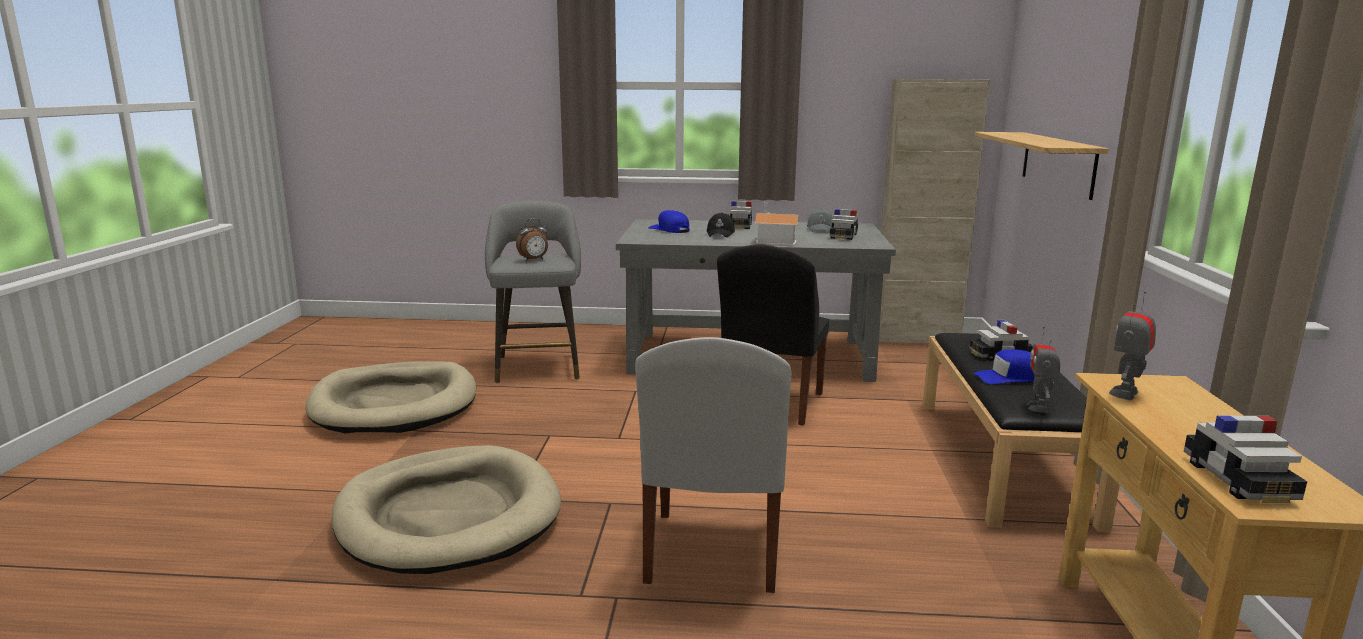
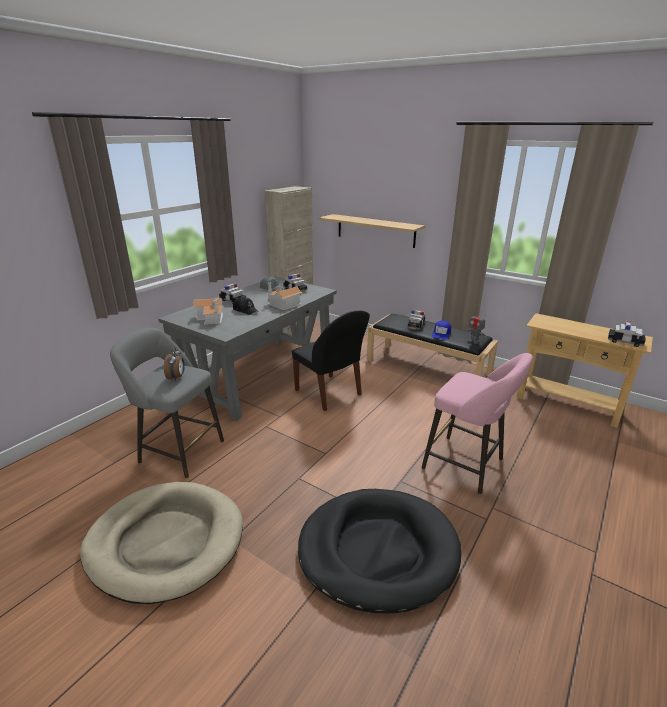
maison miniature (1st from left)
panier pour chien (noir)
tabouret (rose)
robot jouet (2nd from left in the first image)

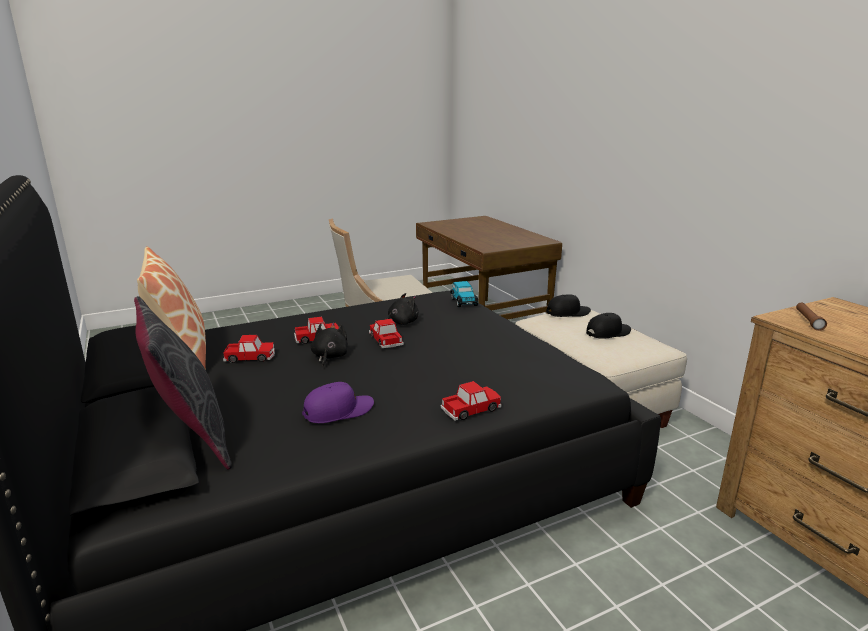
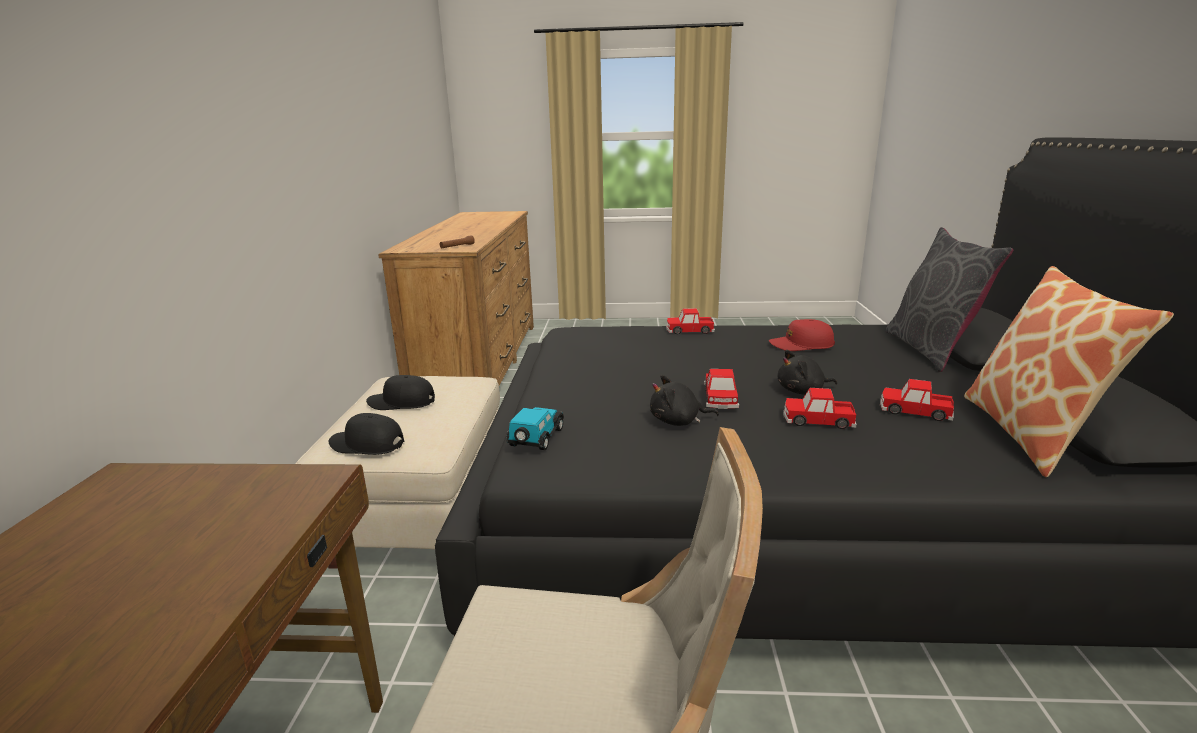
casquette (rouge)
peluche (noir) (2nd from left)

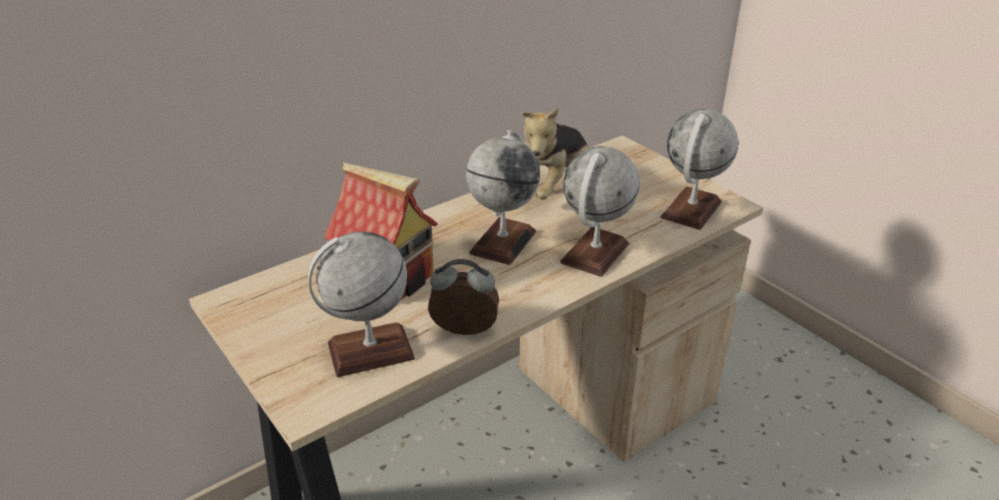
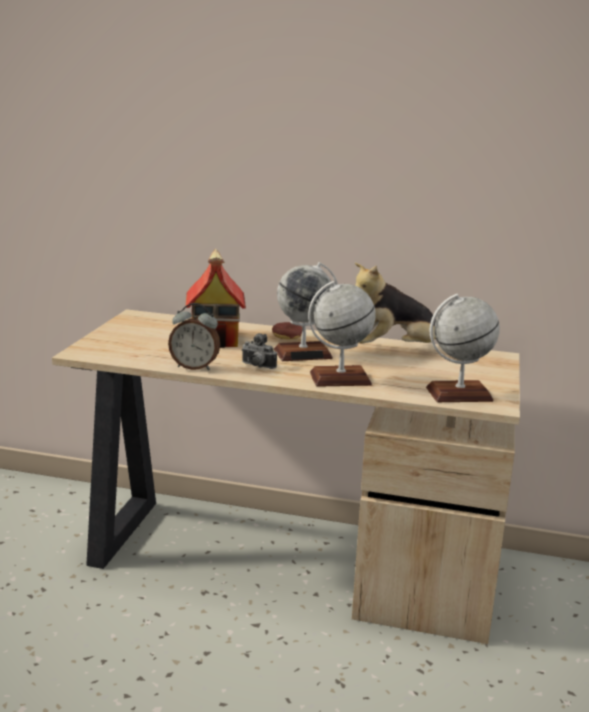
réveil
appareil photo
beignet
globe (1st from left in the first image)

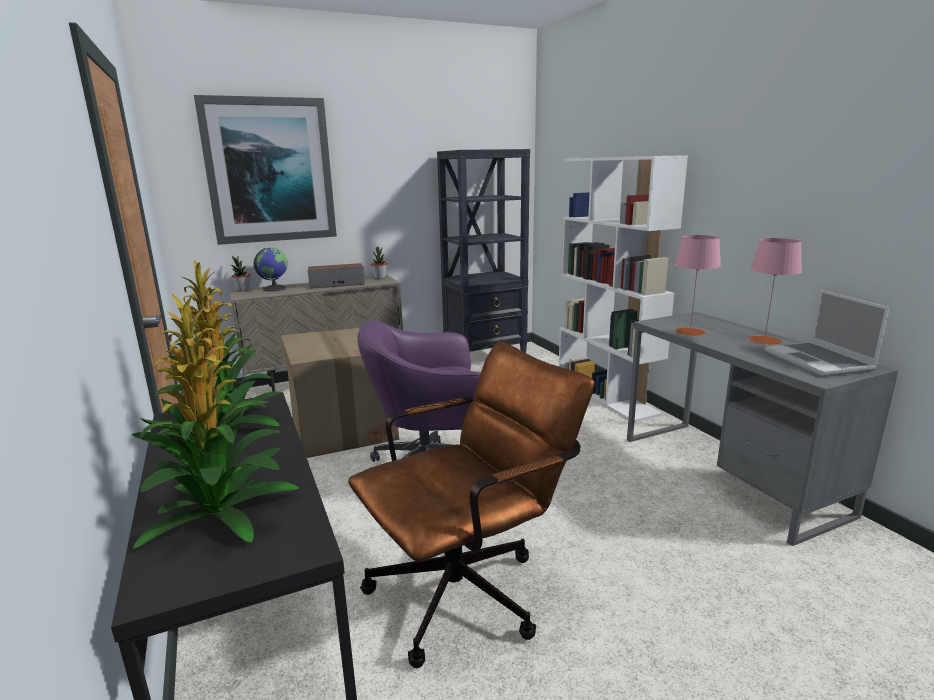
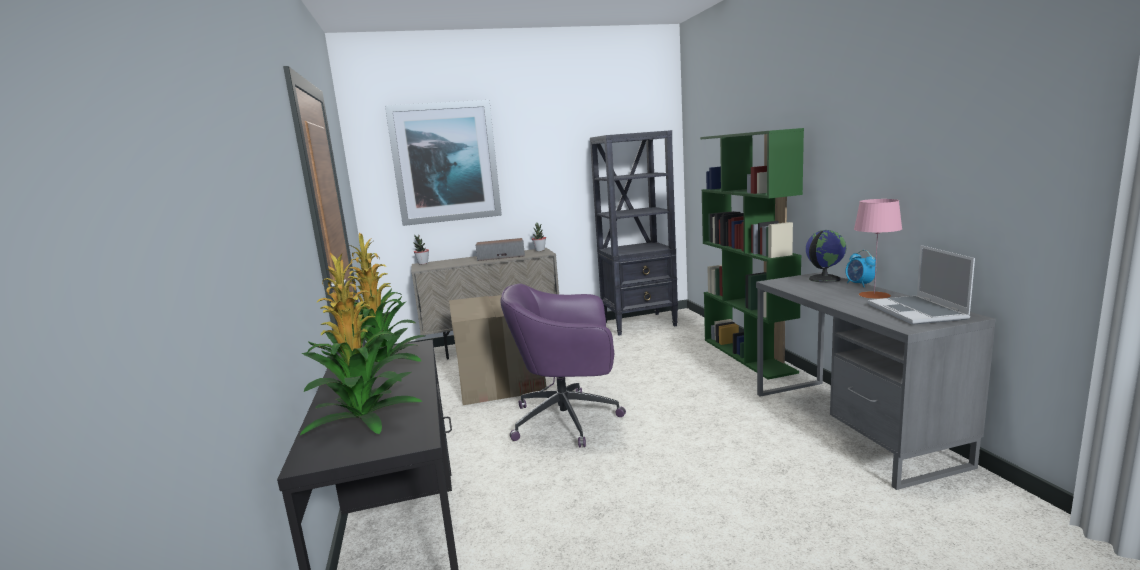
bibliothèque (vert)
globe
réveil
chaise de bureau (marron)
lampe de table (rose) (1st from left in the first image)

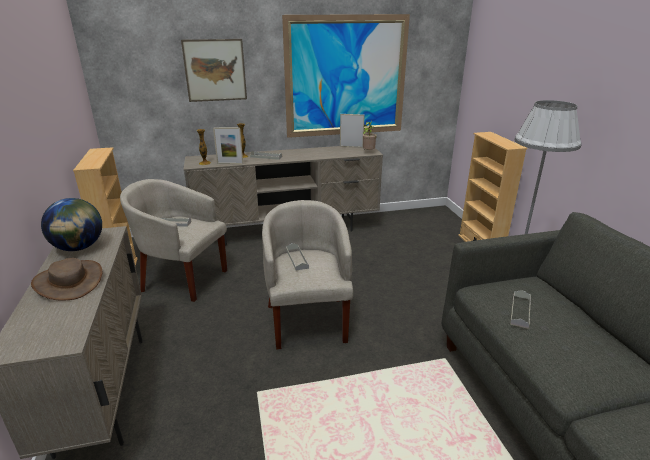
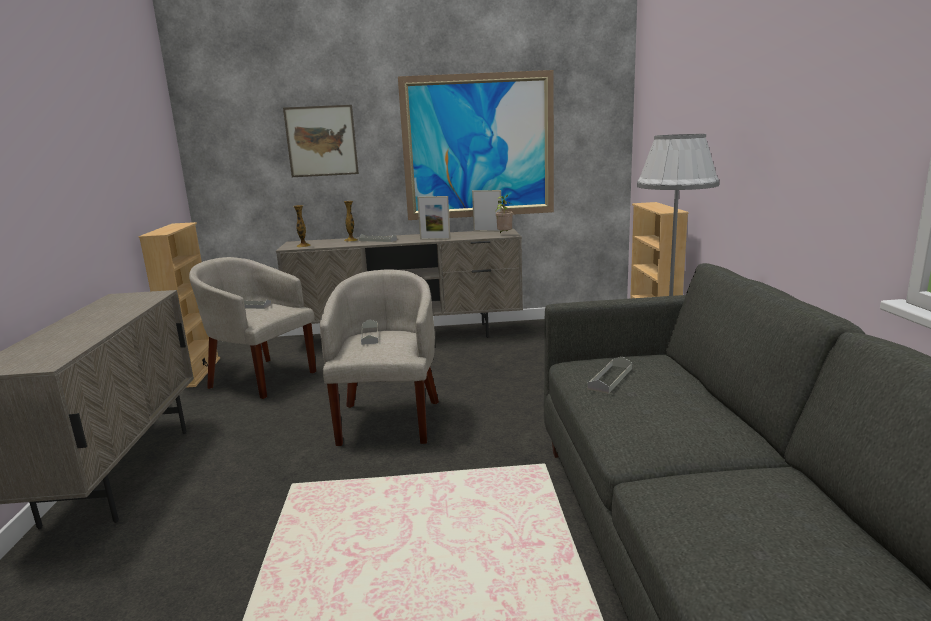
cadre photo (1st from left)
chapeau (marron)
globe

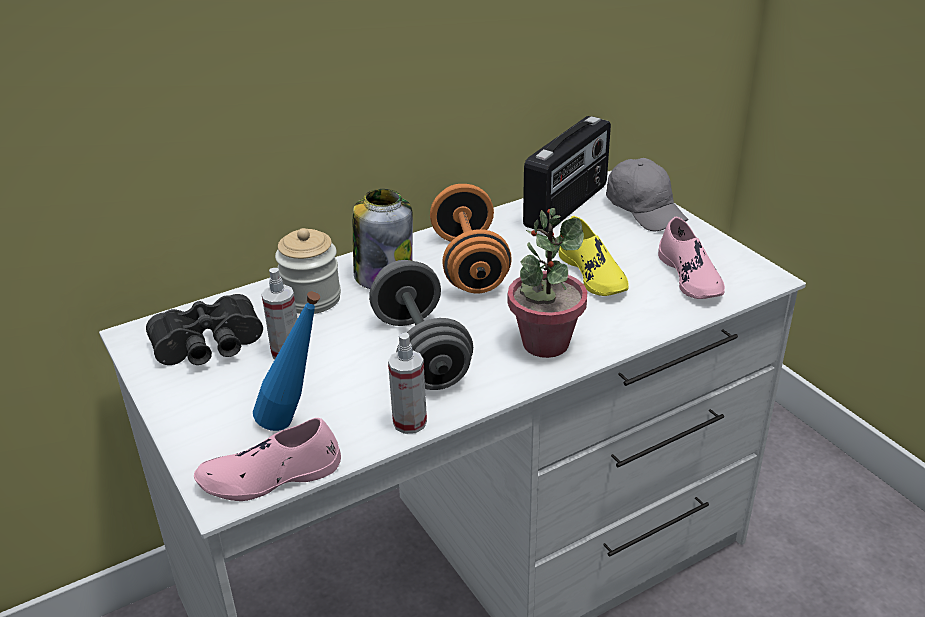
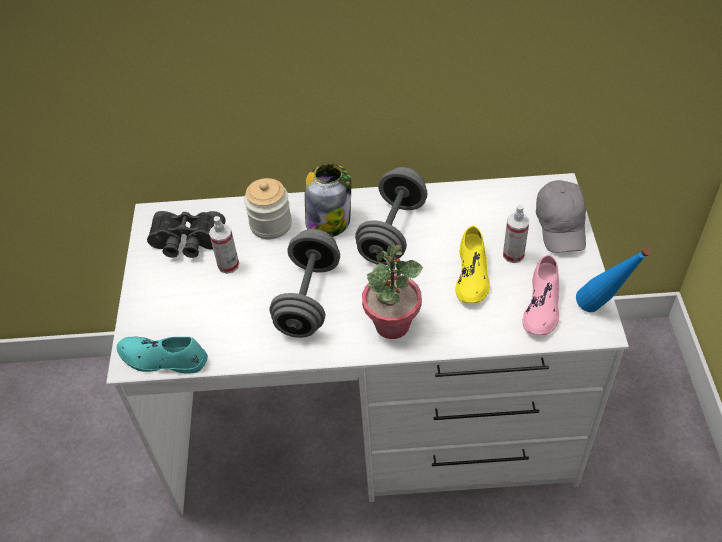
chaussure (turquoise)
haltère (gris) (2nd from left)
vaporisateur (2nd from left)
bouteille (bleu)
radio

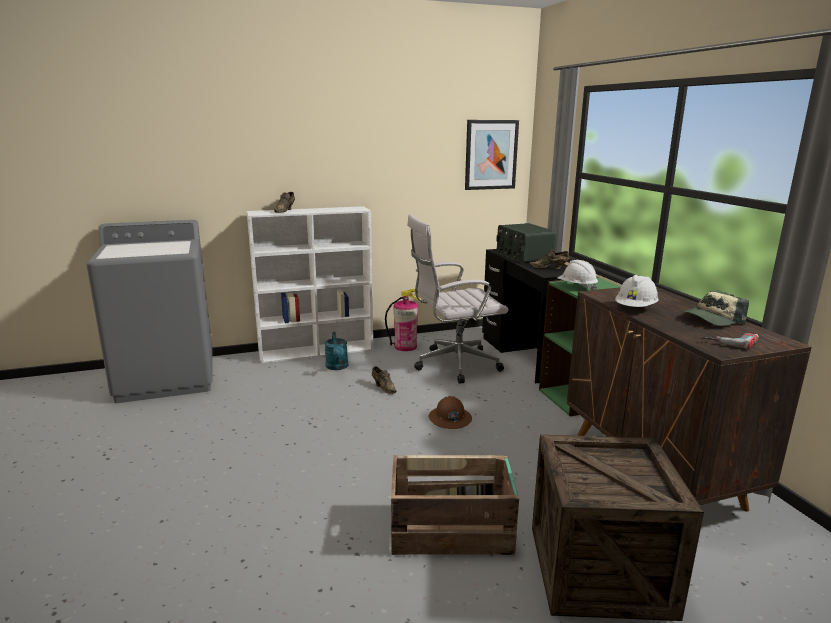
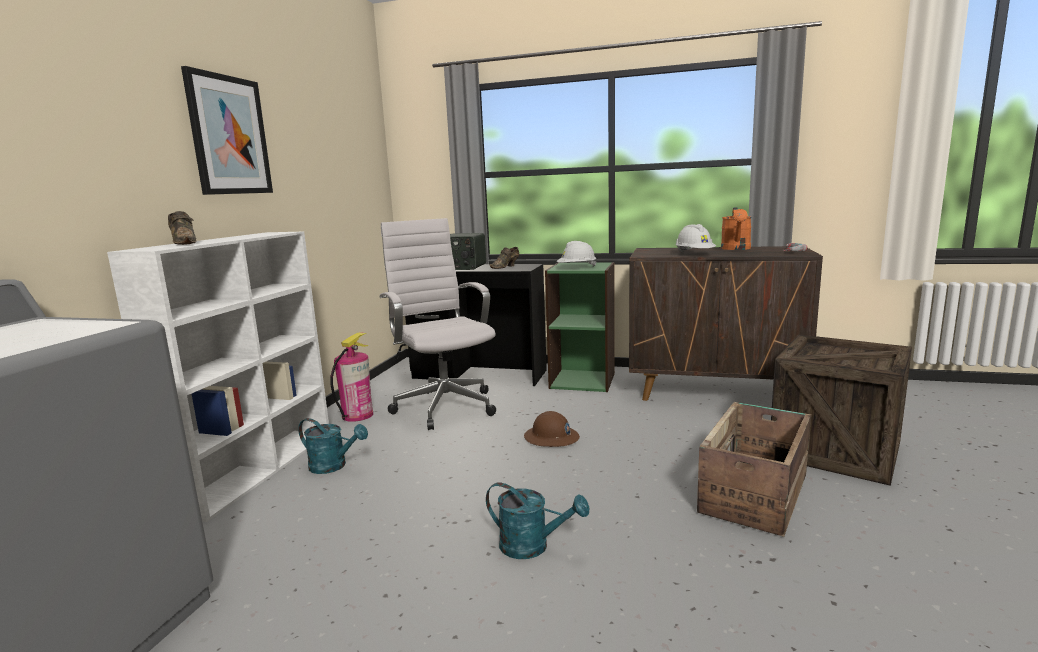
tableau
chaise de bureau (blanc)
arrosoir (turquoise) (2nd from left)
arrosoir (orange)
chaussure (marron) (2nd from left in the first image)

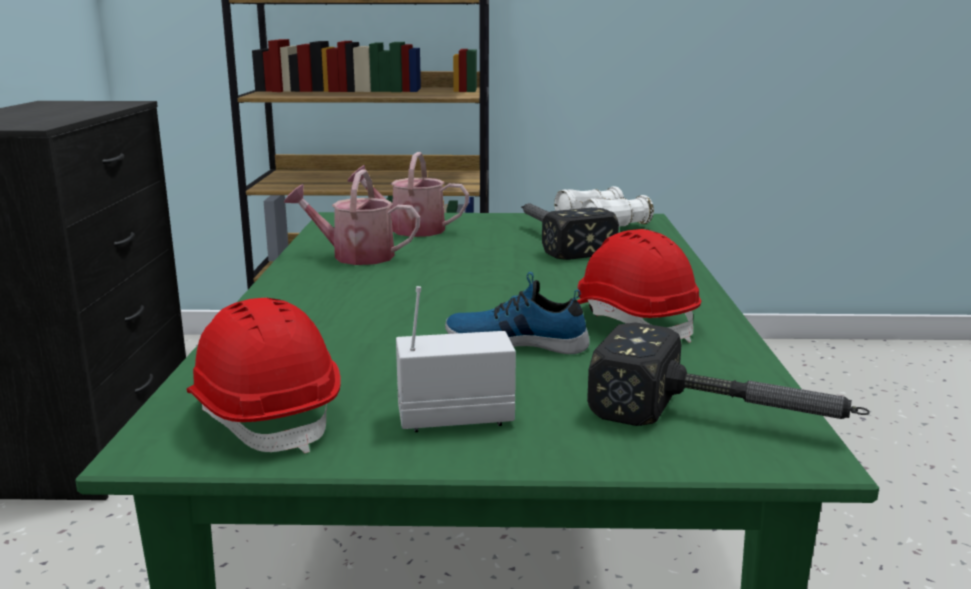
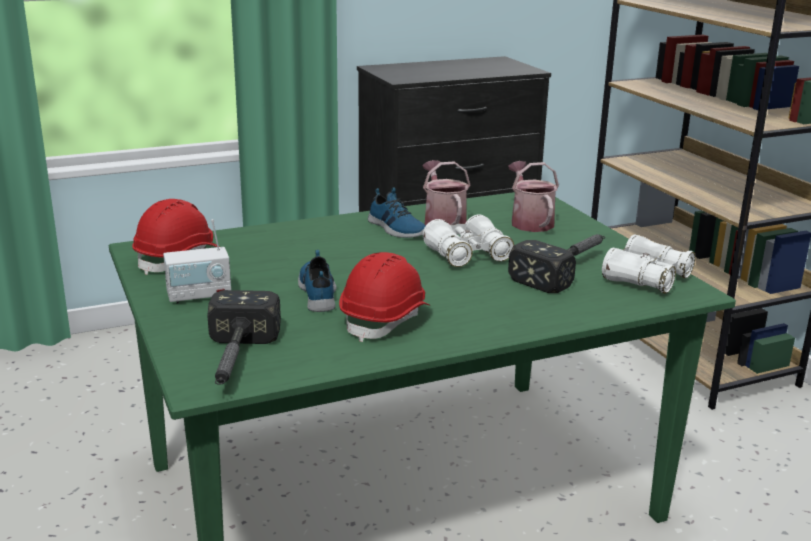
radio
chaussure (2nd from left)
jumelles (blanc) (1st from left)

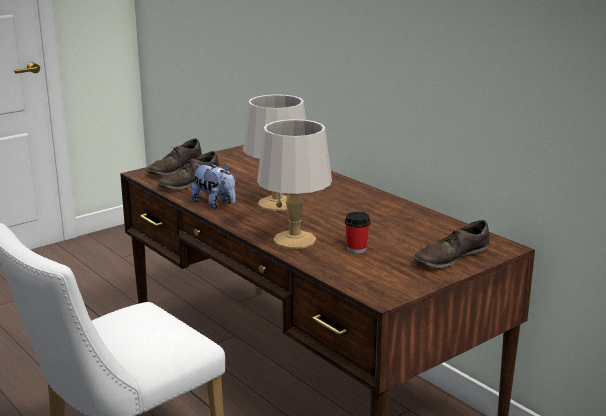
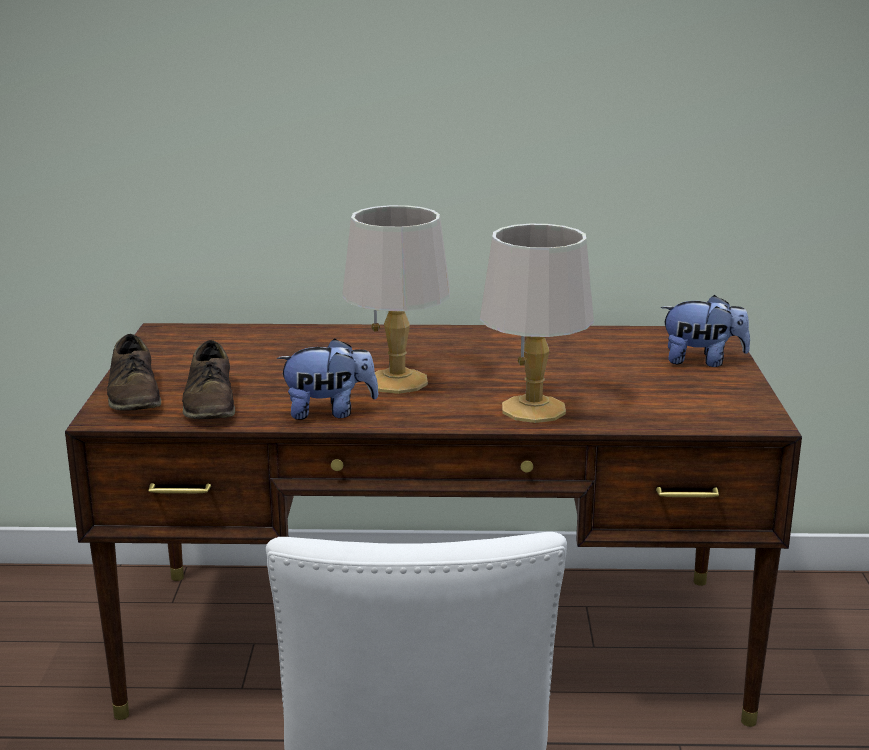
peluche (2nd from left)
tasse

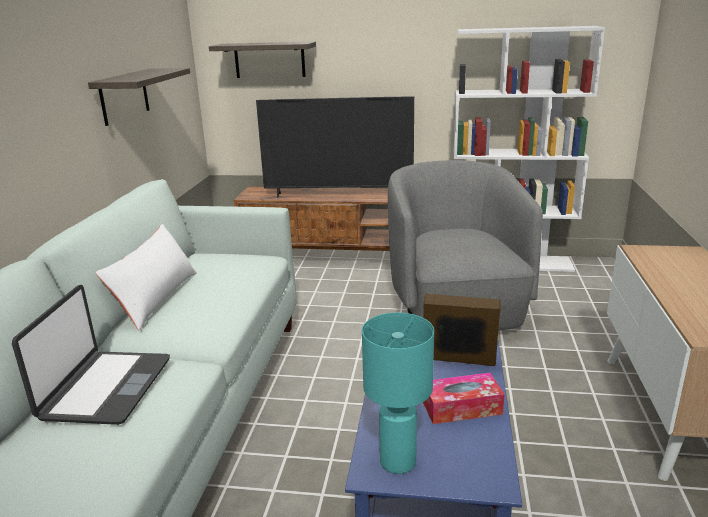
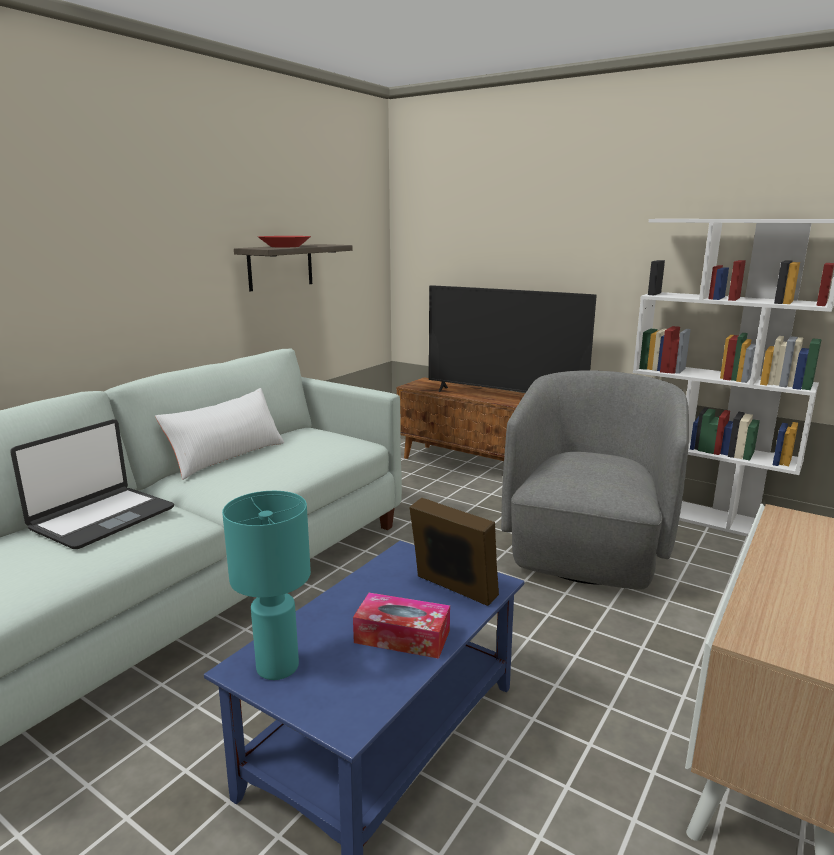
bol (rouge)
étagère (2nd from left in the first image)

